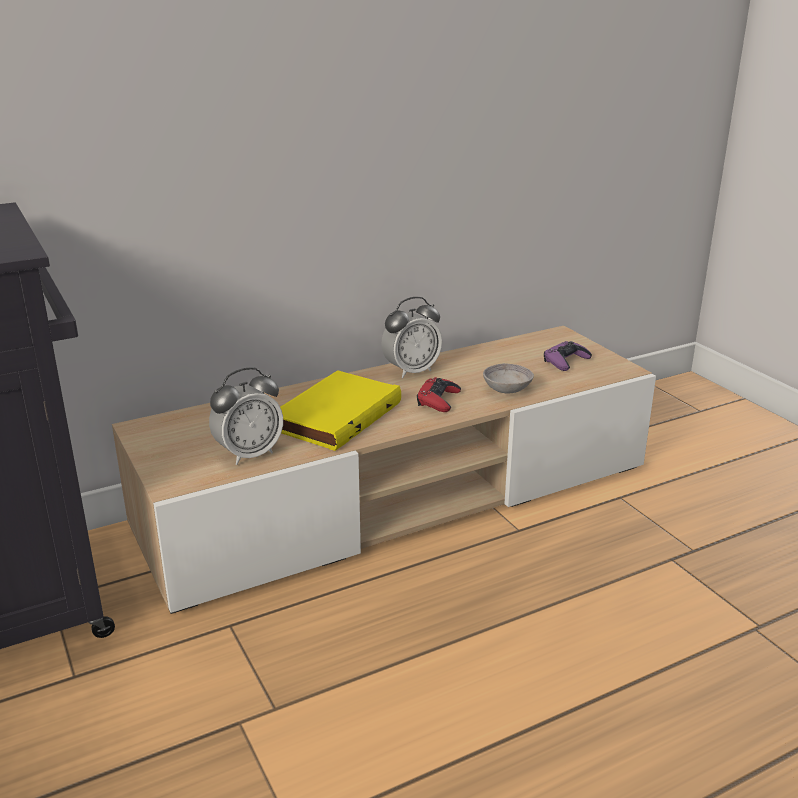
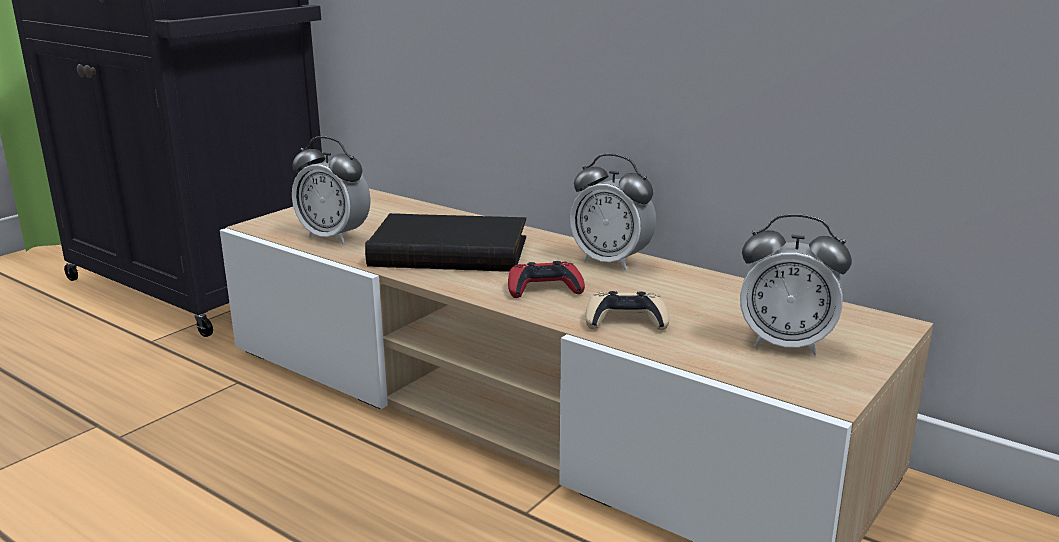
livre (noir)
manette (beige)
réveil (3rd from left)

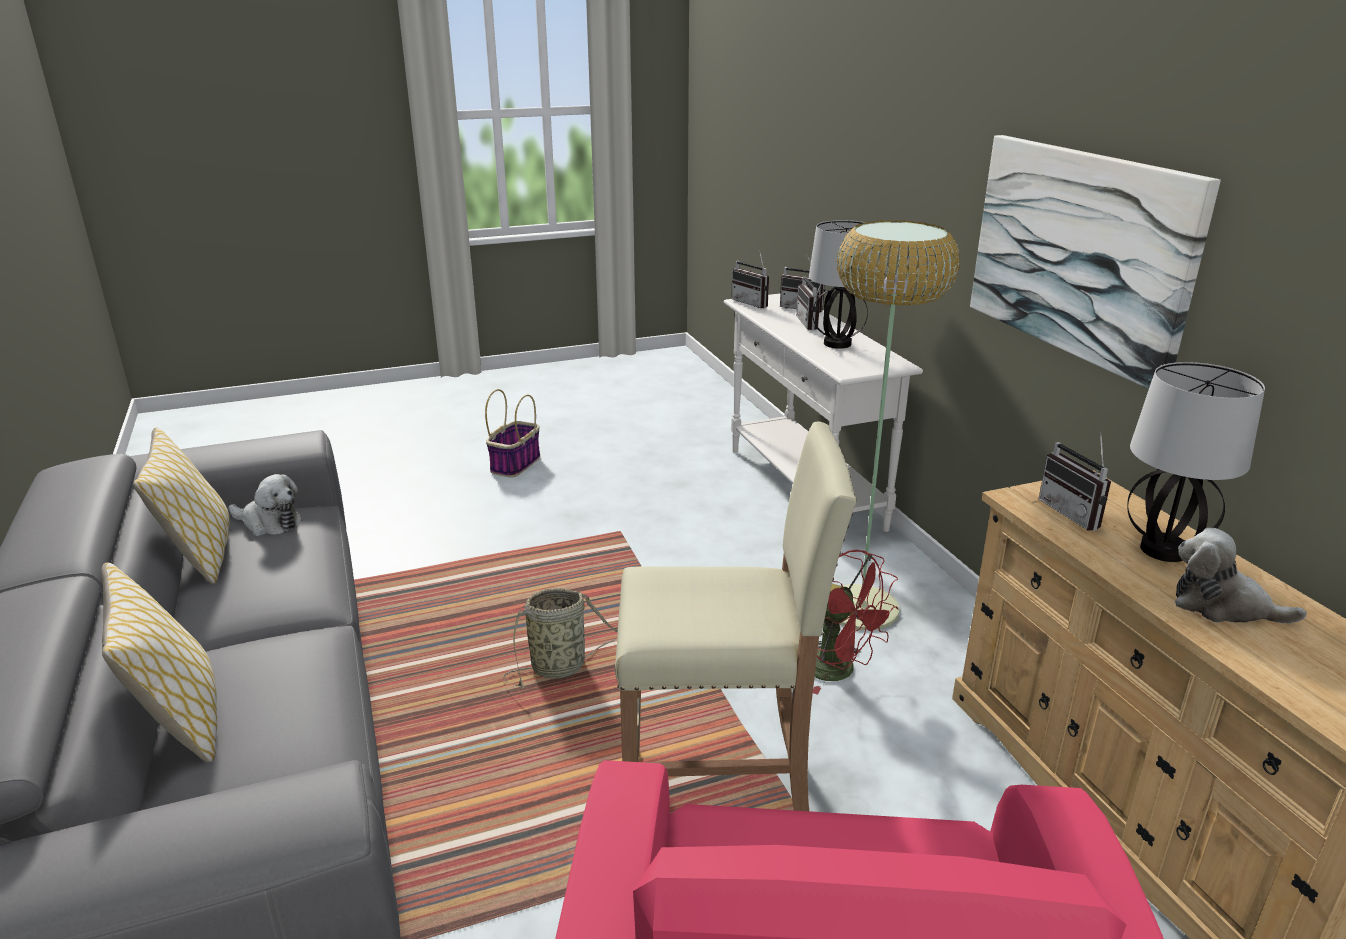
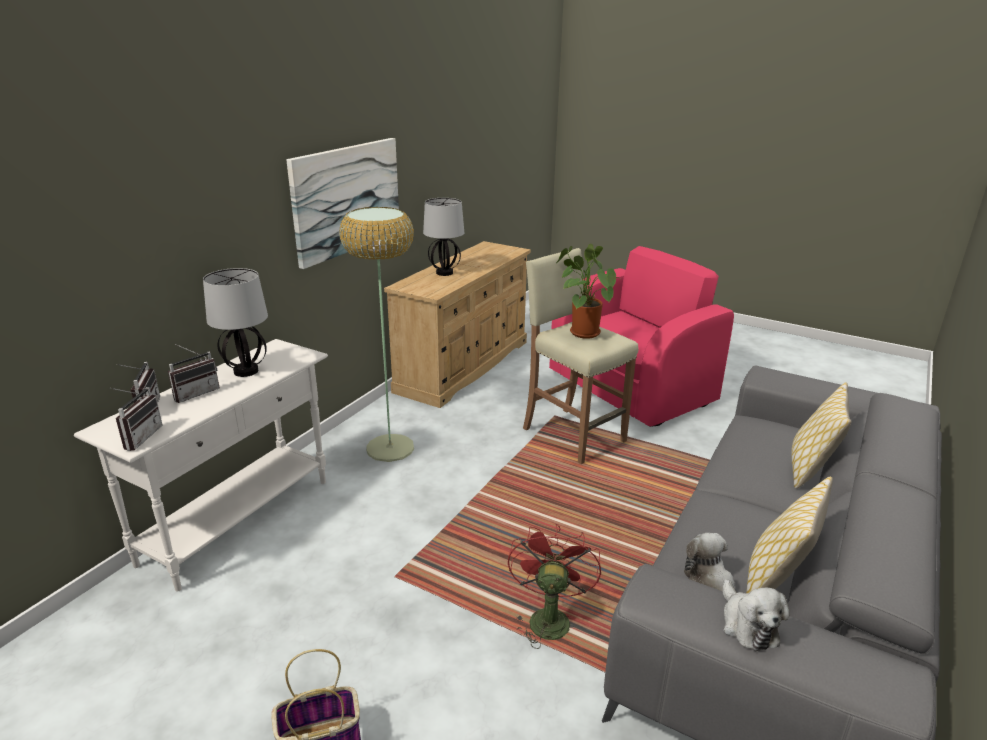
ventilateur (rouge)
plante en pot
peluche (2nd from left)
panier (2nd from left in the first image)
radio (4th from left in the first image)

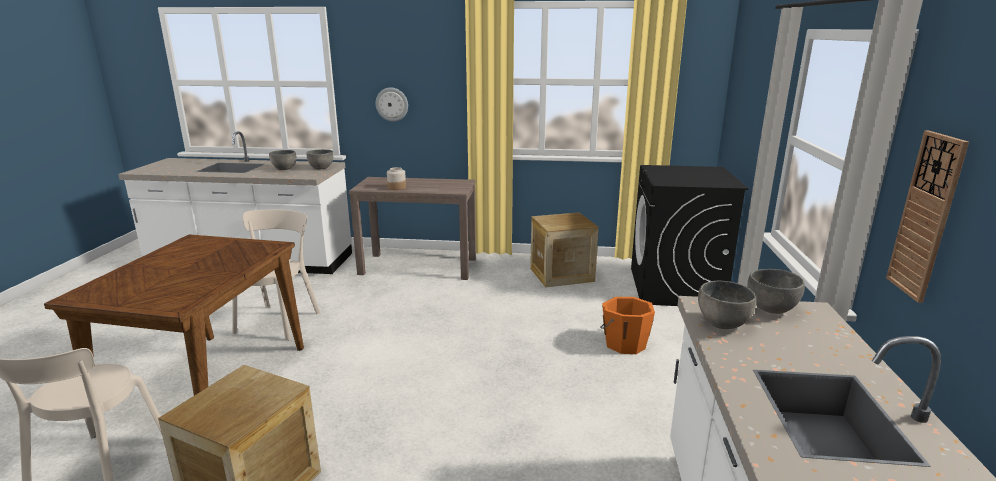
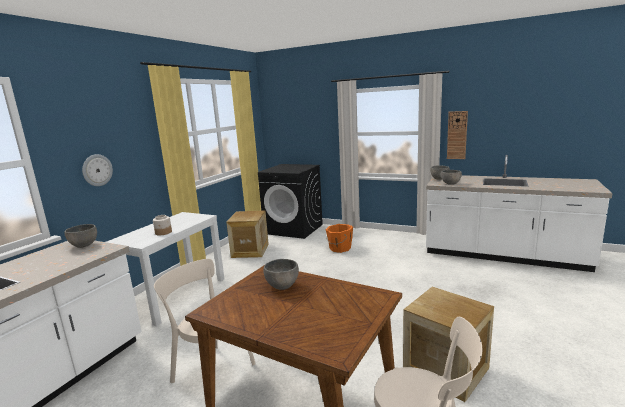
table console (blanc)
bol (gris) (2nd from left)

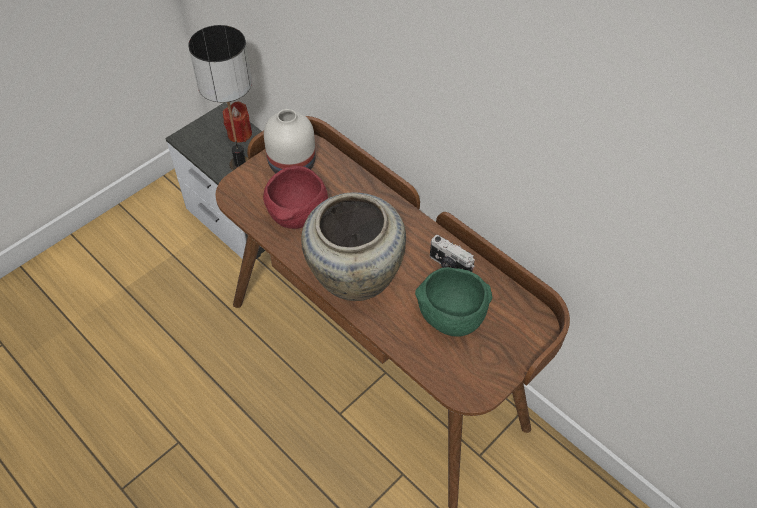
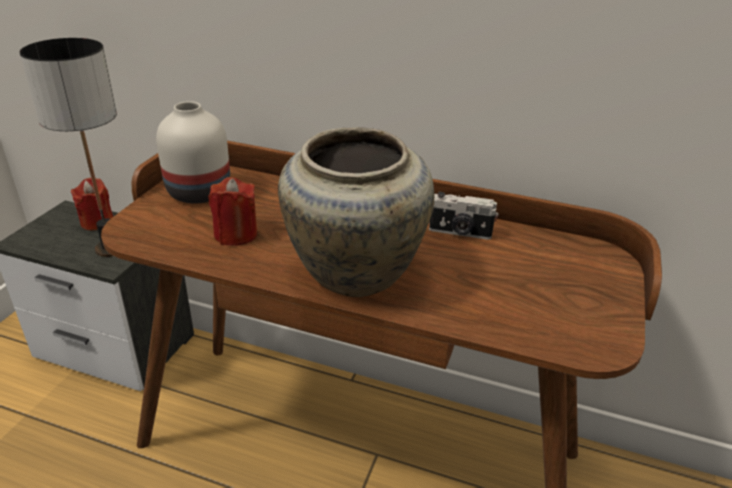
bougie (rouge) (2nd from left)
bol (vert)

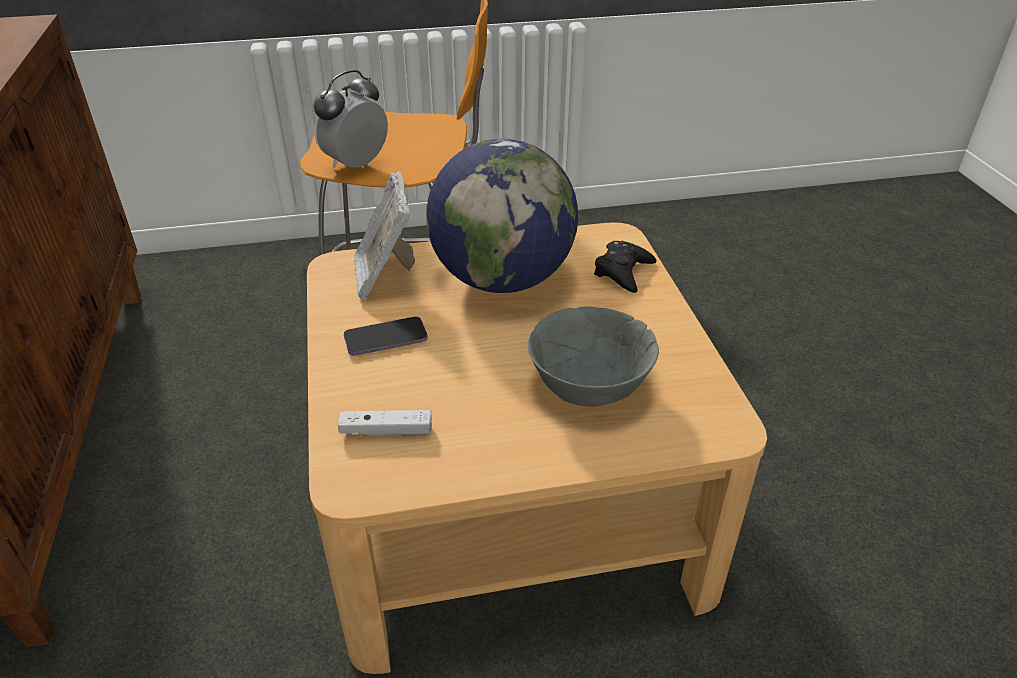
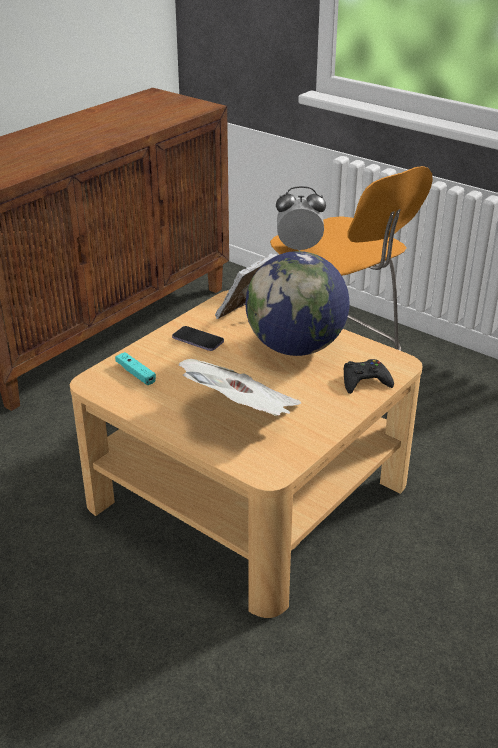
manette (turquoise)
journal

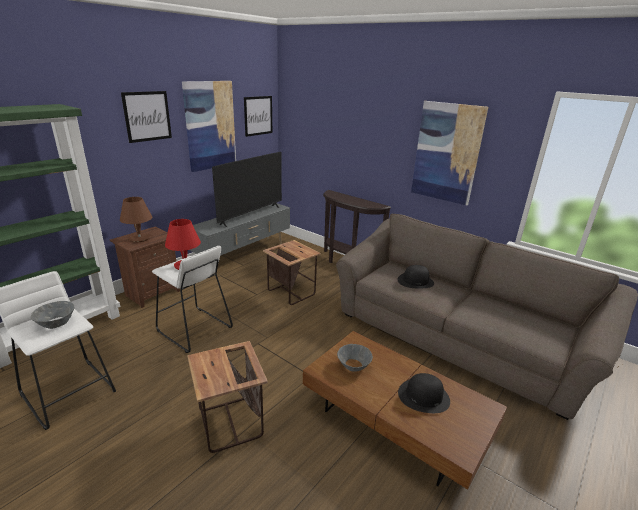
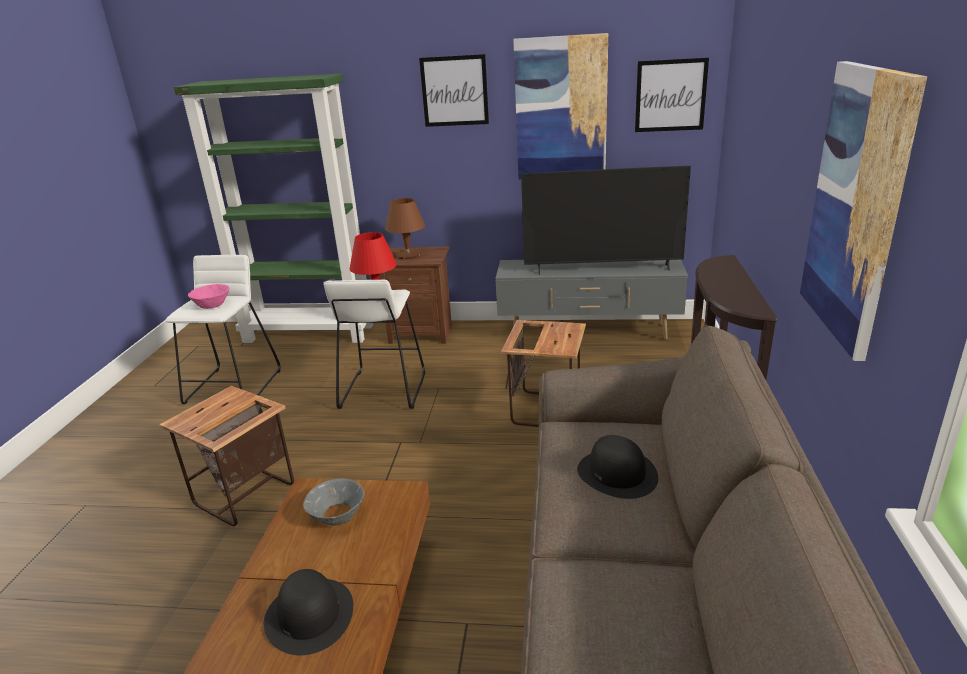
bol (rose)

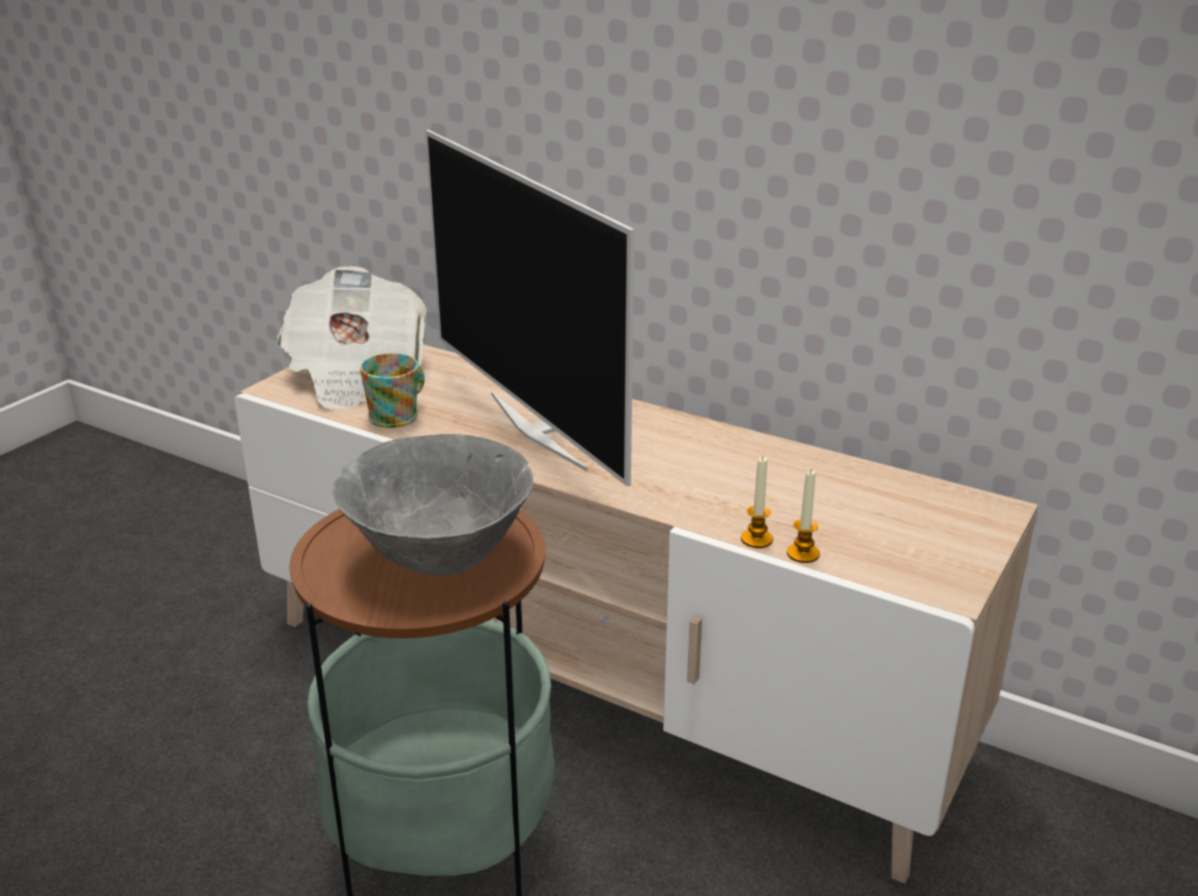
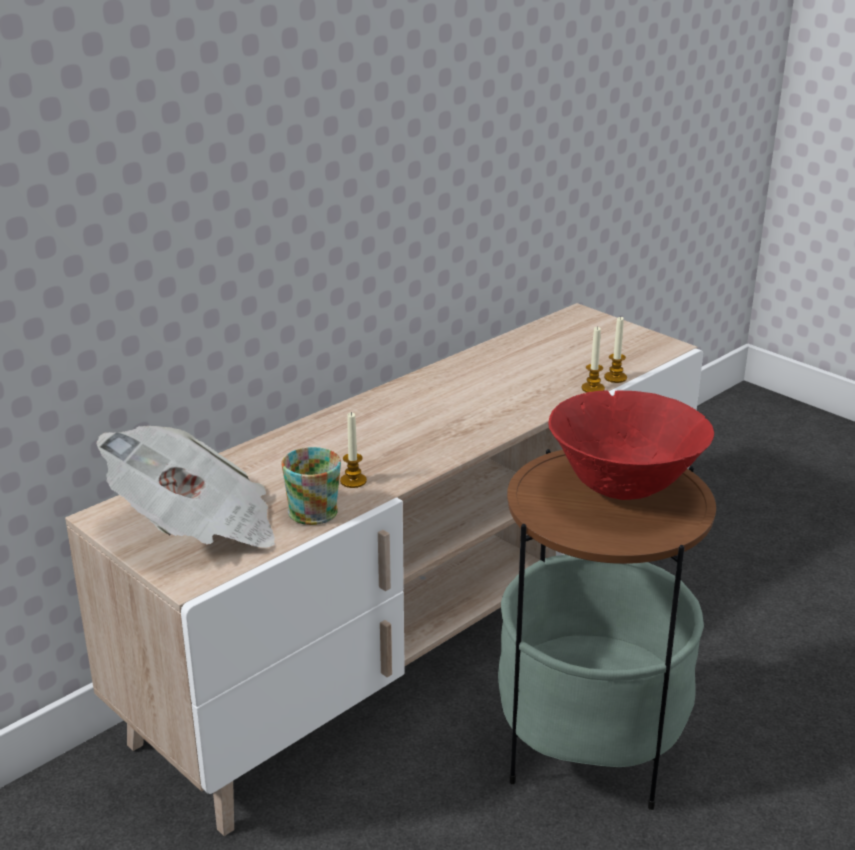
bougie (1st from left)
bol (rouge)
téléviseur

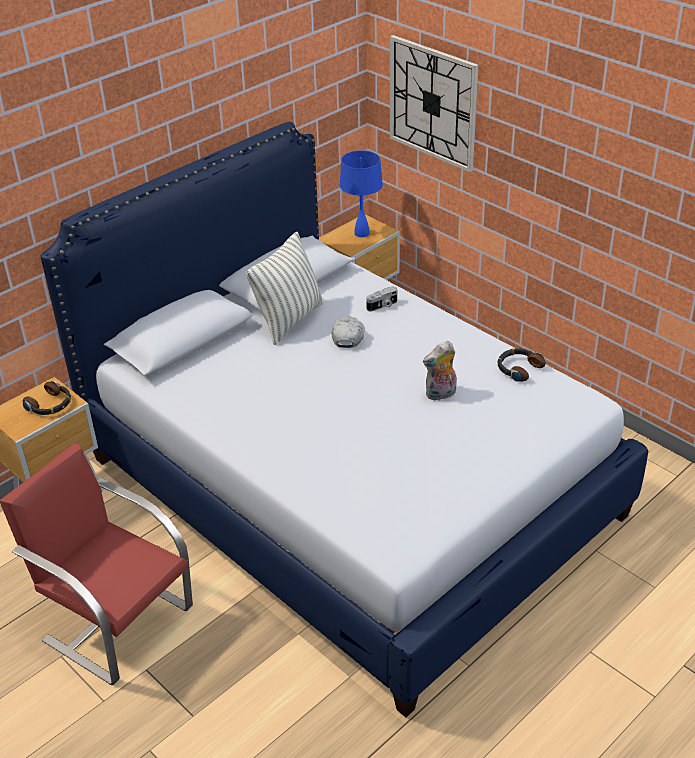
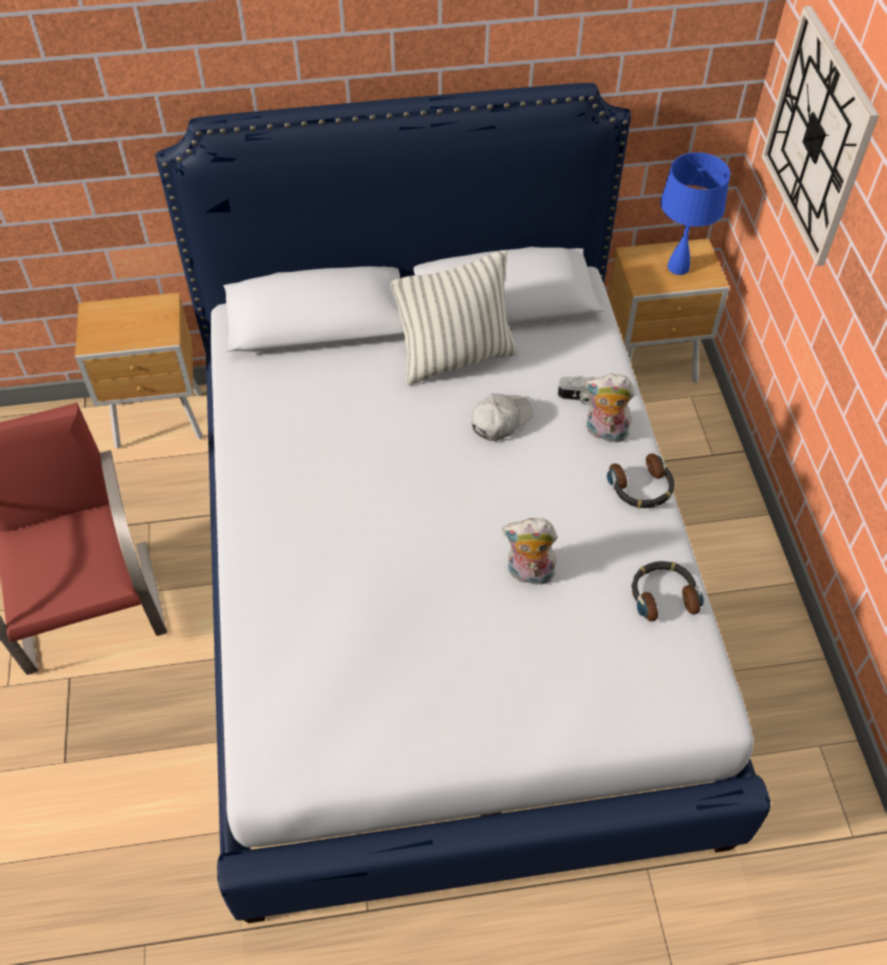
peluche (2nd from left)
casque audio (1st from left)

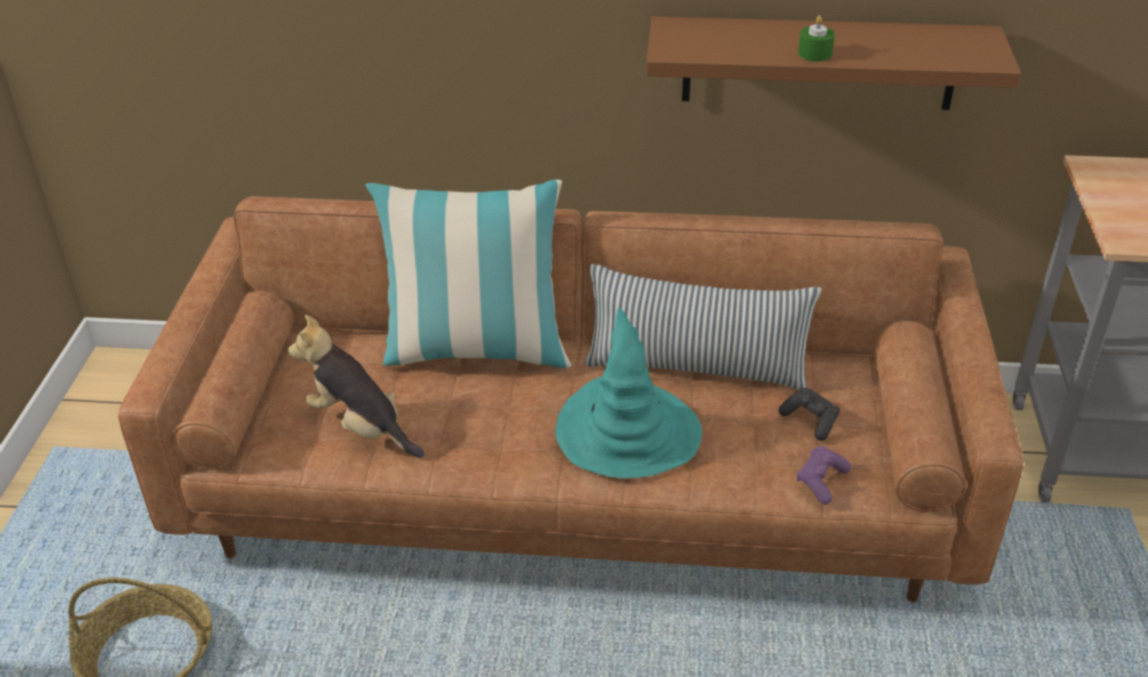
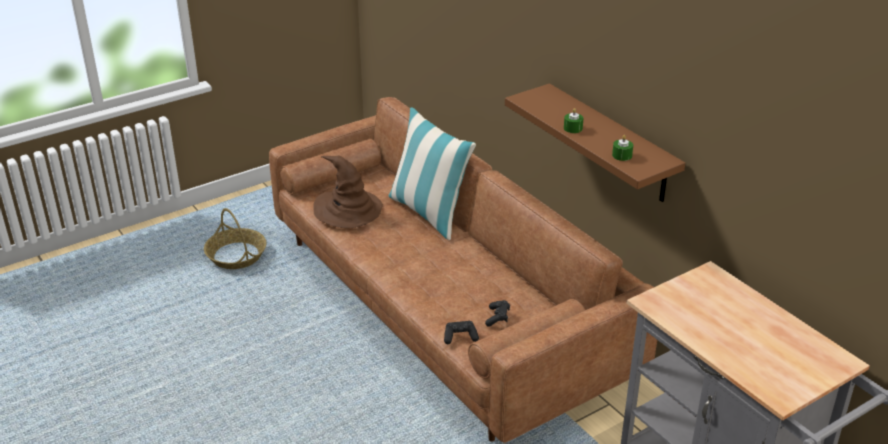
chapeau (marron)
manette (noir) (1st from left)
bougie (vert) (2nd from left)
chapeau (turquoise)
coussin (2nd from left in the first image)

